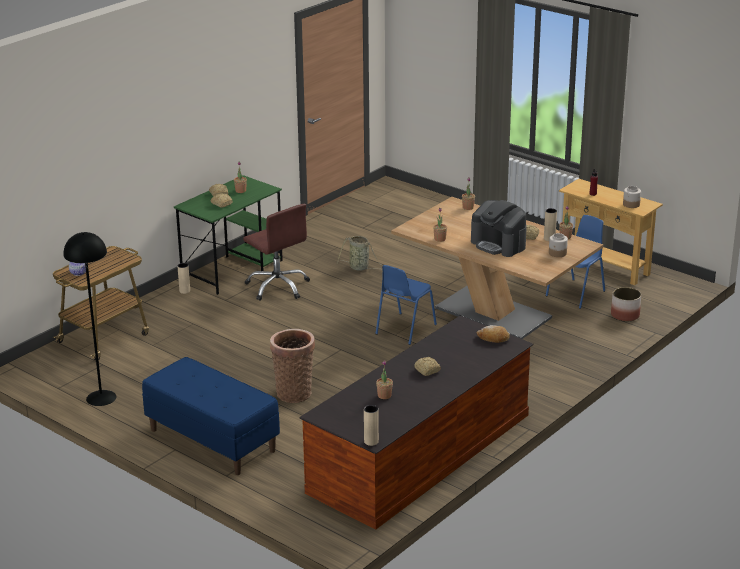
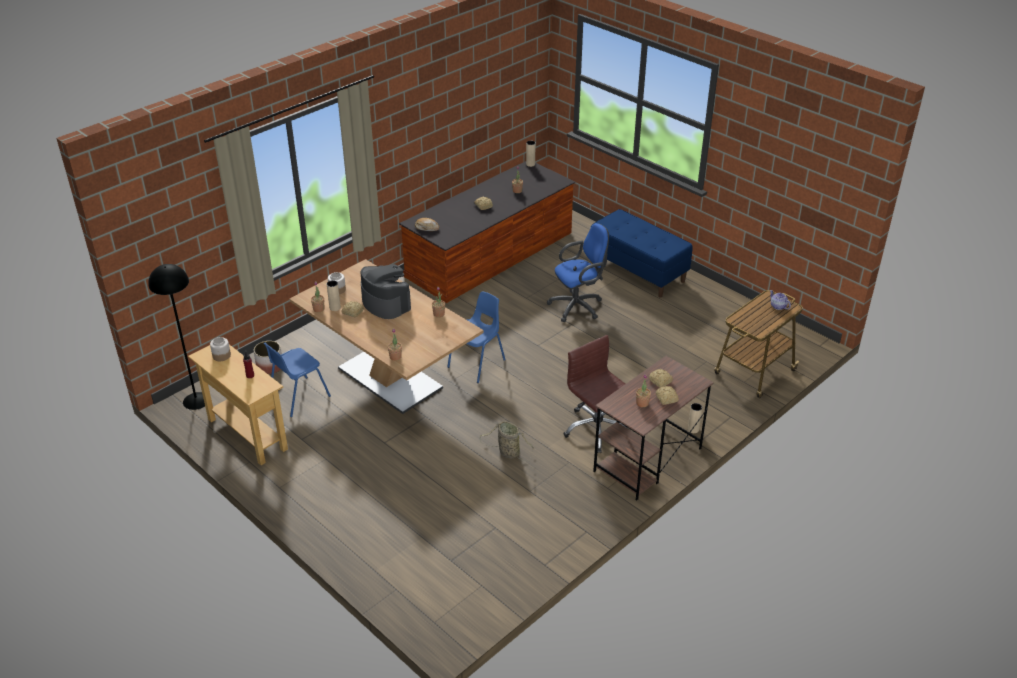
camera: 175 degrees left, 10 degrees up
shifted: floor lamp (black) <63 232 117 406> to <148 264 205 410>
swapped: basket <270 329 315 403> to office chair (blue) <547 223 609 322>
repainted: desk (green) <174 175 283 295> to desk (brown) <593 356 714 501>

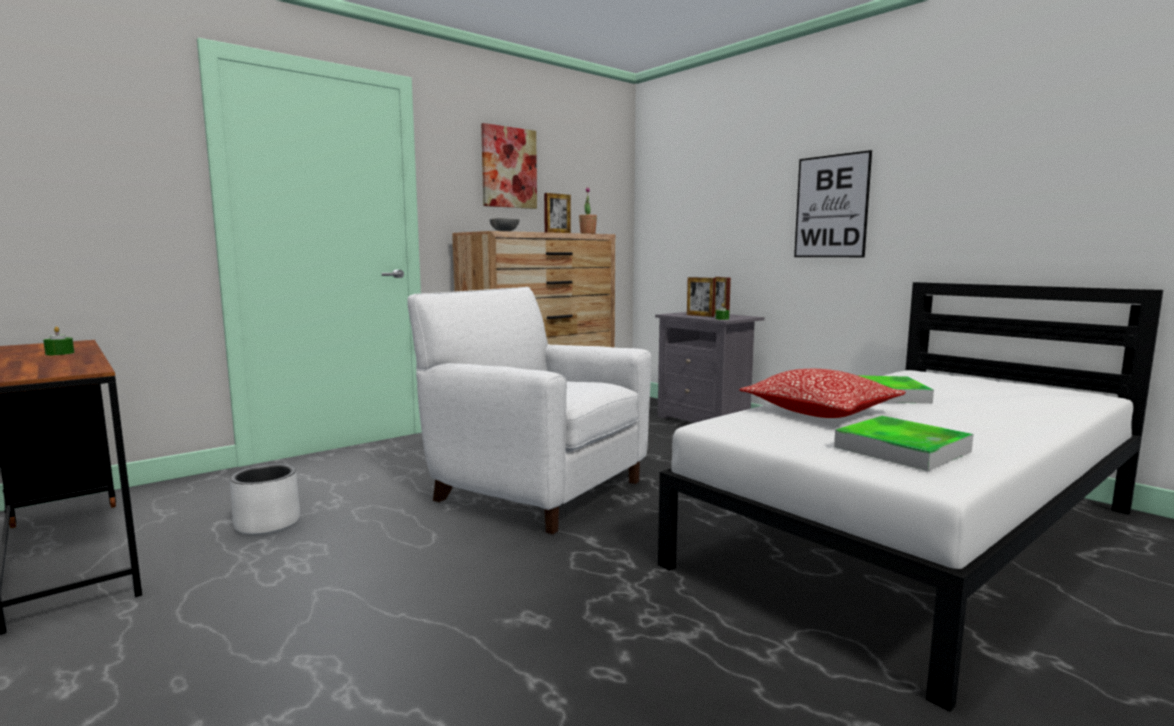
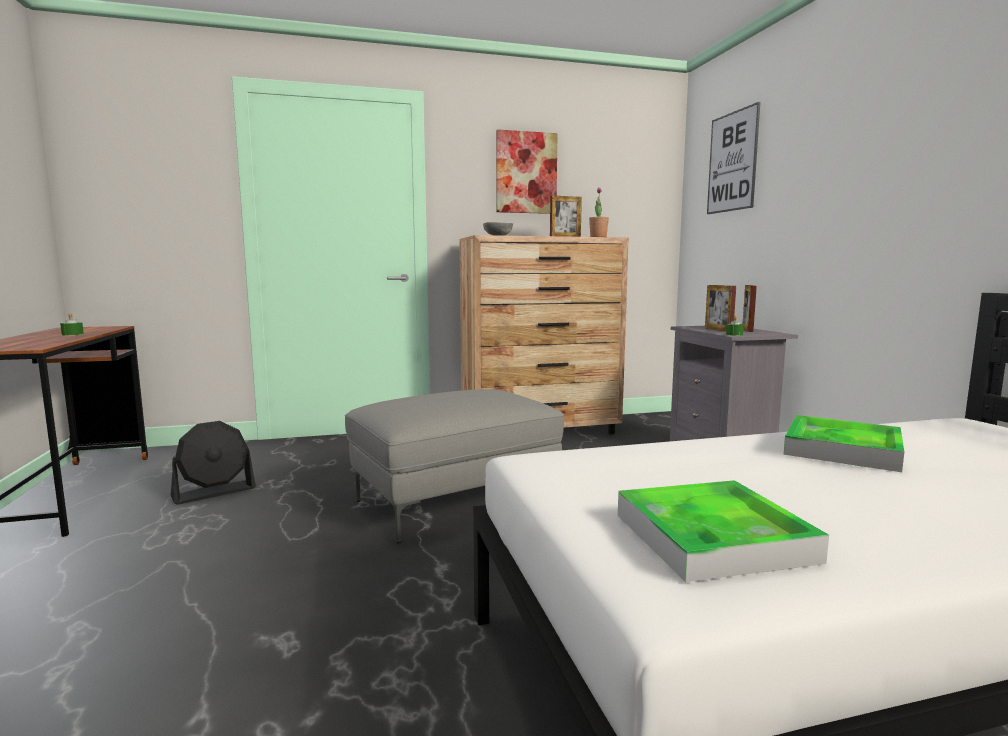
camera: 25 degrees right, 0 degrees up
gone: pillow <739 369 906 418>
shifted: picture <794 150 872 257> to <707 102 760 214>
swapped: armchair (white) <407 287 651 534> to ottoman (grey) <345 389 564 543>; planter (white) <230 464 300 535> to fan (black) <171 421 256 504>

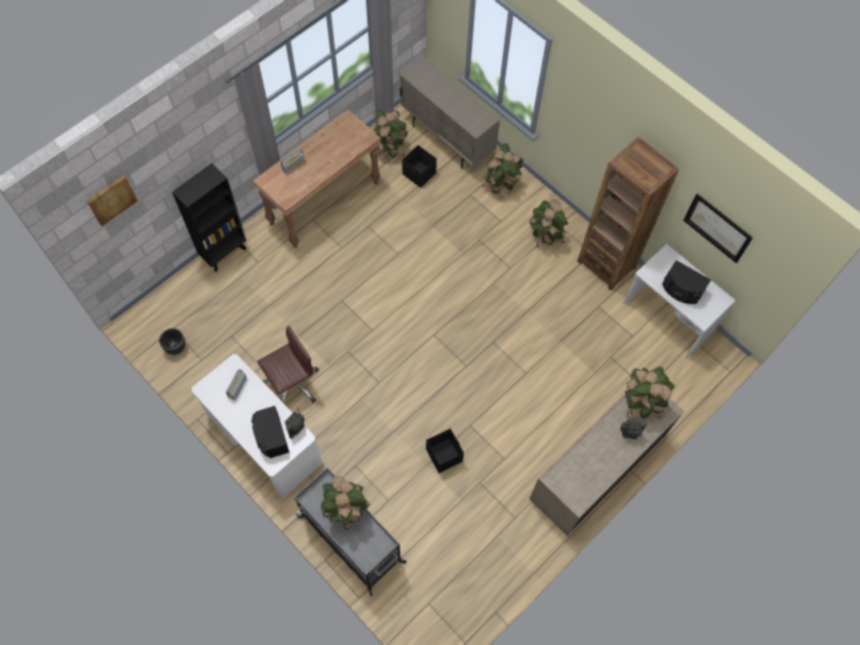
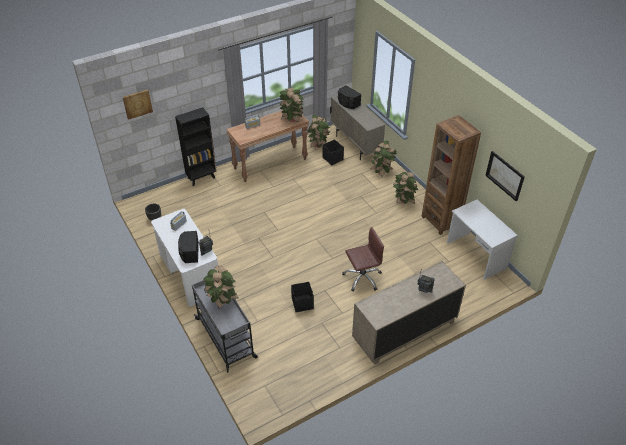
camera: 15 degrees right, 20 degrees down
shifted: speaker (black) <662 260 711 304> to <338 85 361 109>; office chair (brown) <257 325 319 403> to <342 227 384 292>; potted plant <625 367 675 419> to <279 88 303 122>

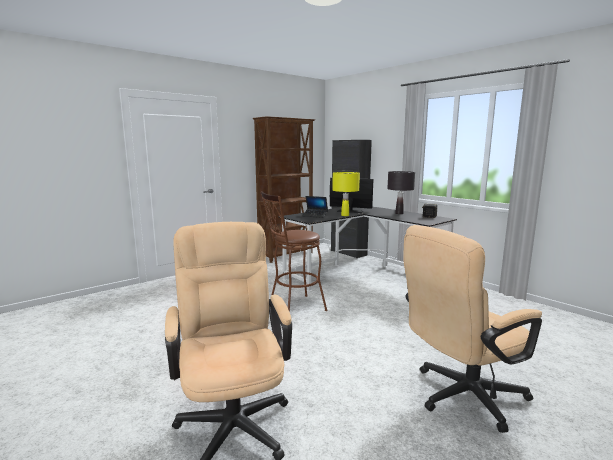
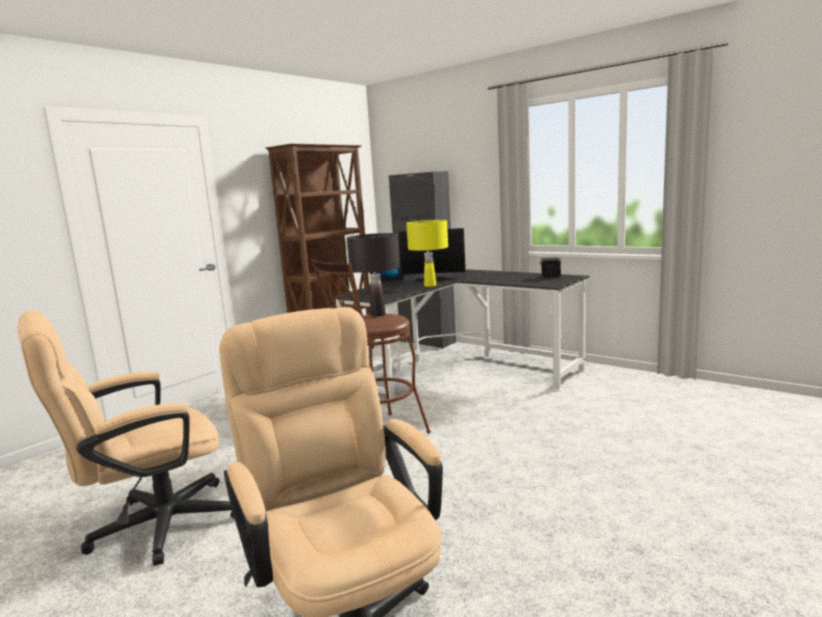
camera: 10 degrees left, 0 degrees up
shifted: table lamp (black) <387 171 415 214> to <347 233 399 317>; office chair (beige) <403 225 542 433> to <17 311 234 566>

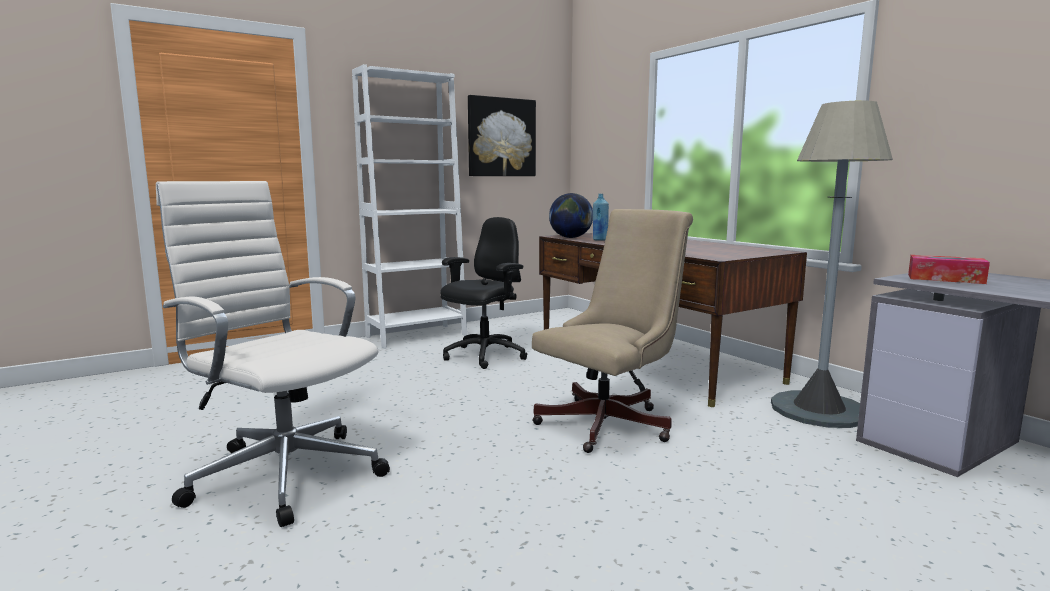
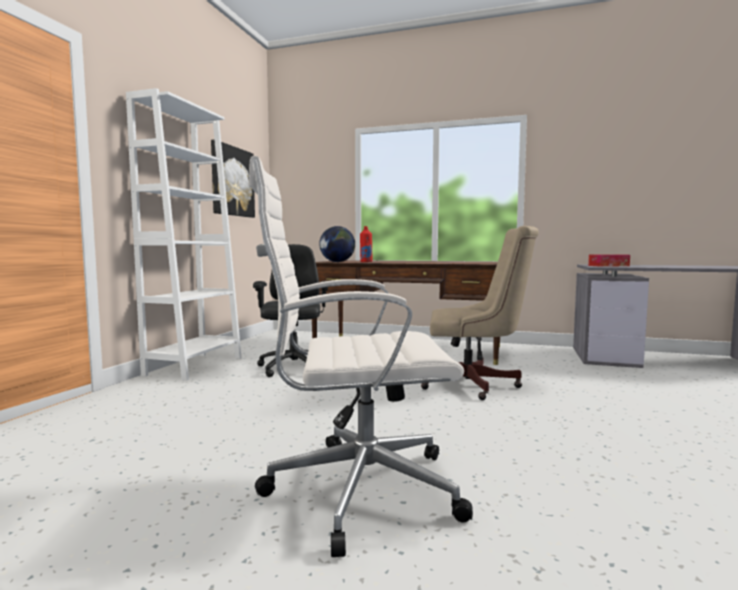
camera: 40 degrees left, 5 degrees down
gone: floor lamp (grey) <771 101 893 428>
repainted: bottle (blue) <593 194 609 241> to bottle (red) <360 226 372 262>
rotated: office chair (beige) <532 209 693 453> = <421 226 539 400> 90 degrees clockwise

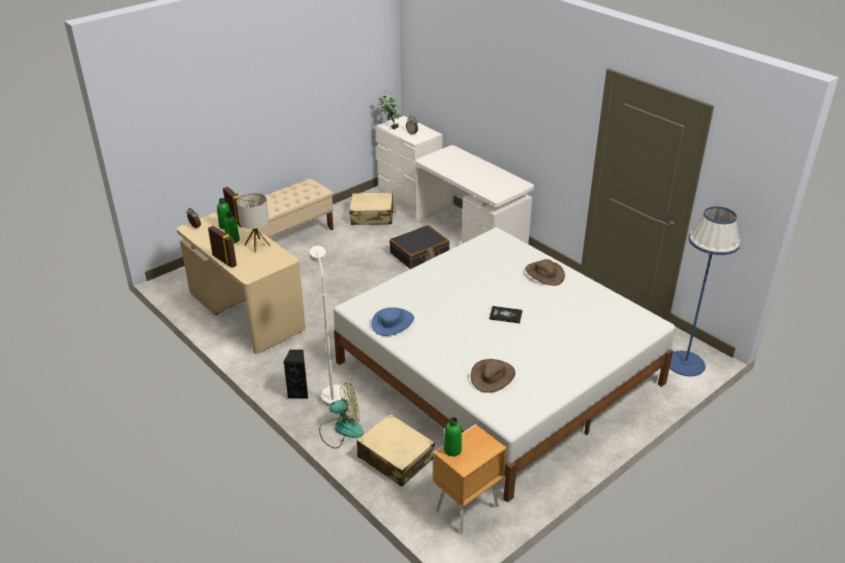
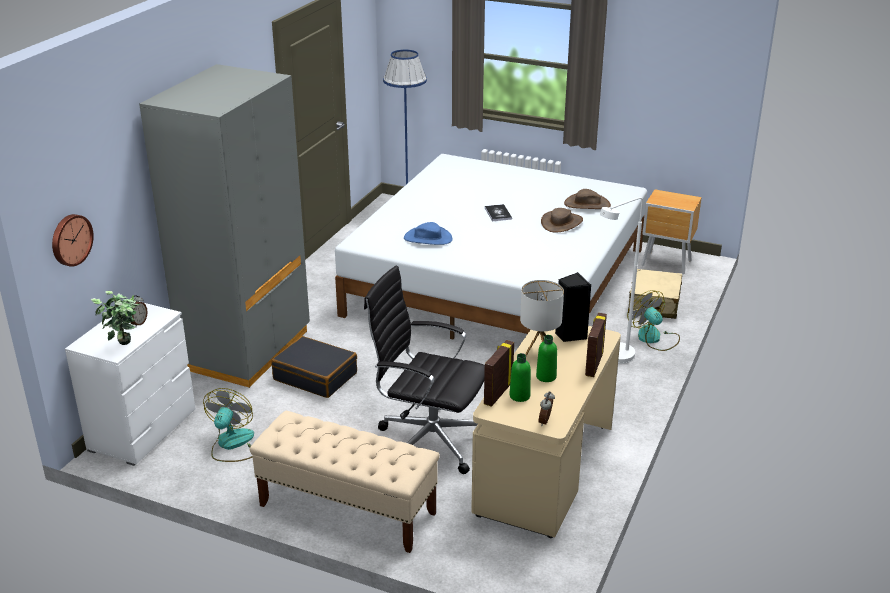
camera: 115 degrees left, 5 degrees down
gone: bottle (green) <444 417 462 456>
new: wall clock <52 214 94 267>; office chair (black) <364 266 485 474>
shifted: hat (brown) <525 259 565 286> to <541 208 583 232>; hat (blue) <371 307 414 336> to <404 222 453 245>; speaker (black) <284 350 308 399> to <555 272 591 342>
swapped: desk (white) <415 145 534 244> to wardrobe (grey) <139 64 310 388>; suitcase (beige) <349 192 396 225> to fan <203 388 254 462>

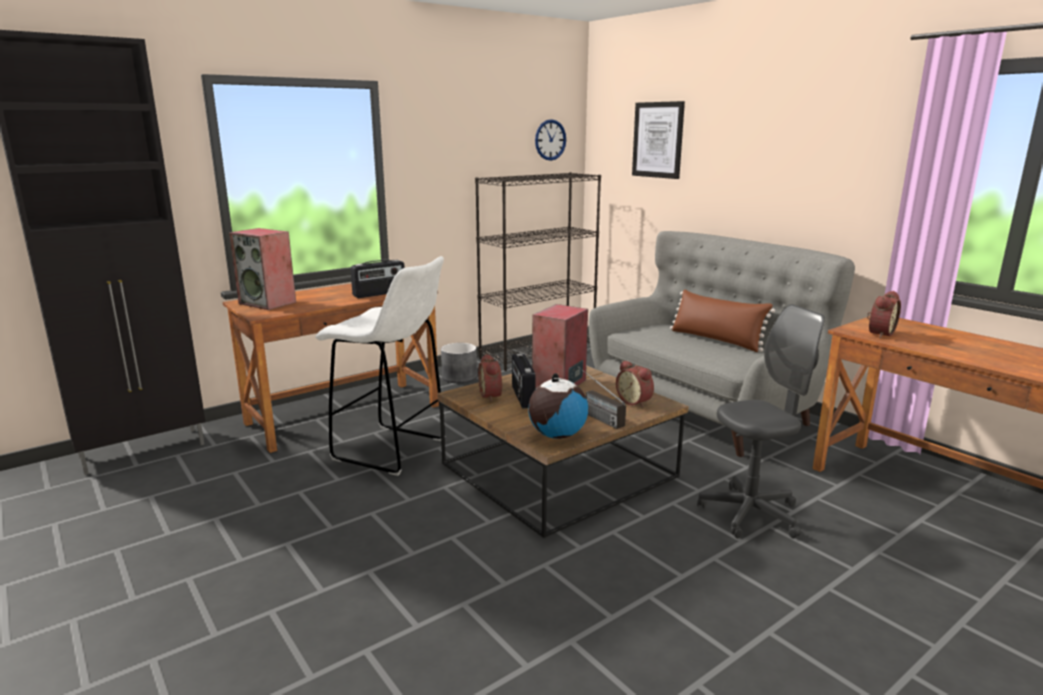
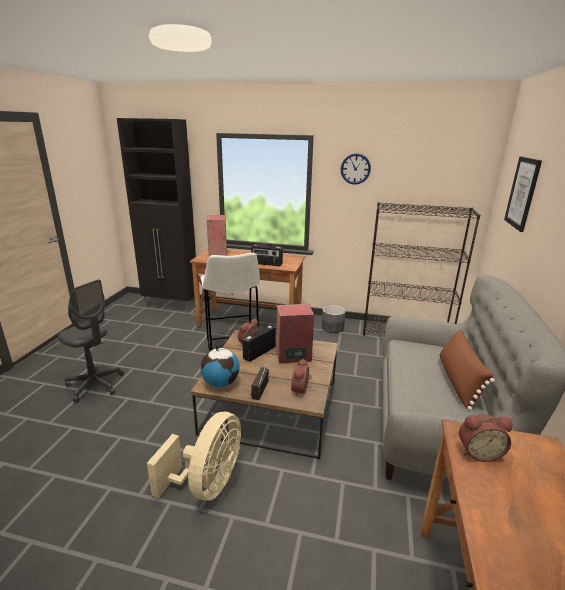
camera: 50 degrees right, 5 degrees up
new: fan (beige) <147 411 241 501>
shifted: wall clock <535 119 566 161> to <341 153 371 185>; office chair (grey) <697 304 825 538> to <58 279 124 402>

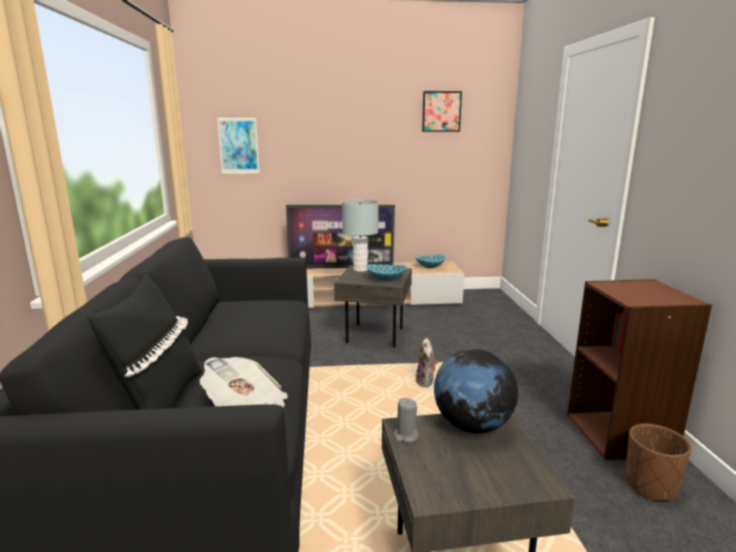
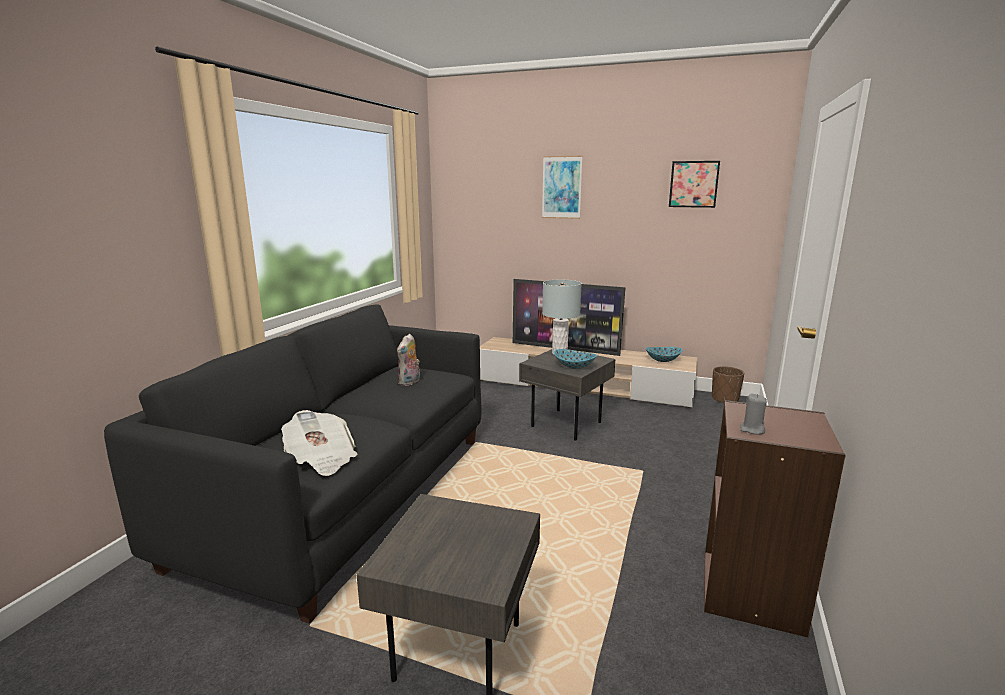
camera: 25 degrees right, 0 degrees up
gone: pillow (black) <88 274 201 410>; globe <434 349 518 433>
shifted: picture <217 116 260 175> to <542 156 583 219>; plush toy <416 338 438 387> to <397 333 420 386>; candle (grey) <394 398 419 442> to <740 393 767 435>; planter (brown) <625 424 692 501> to <712 366 744 403>

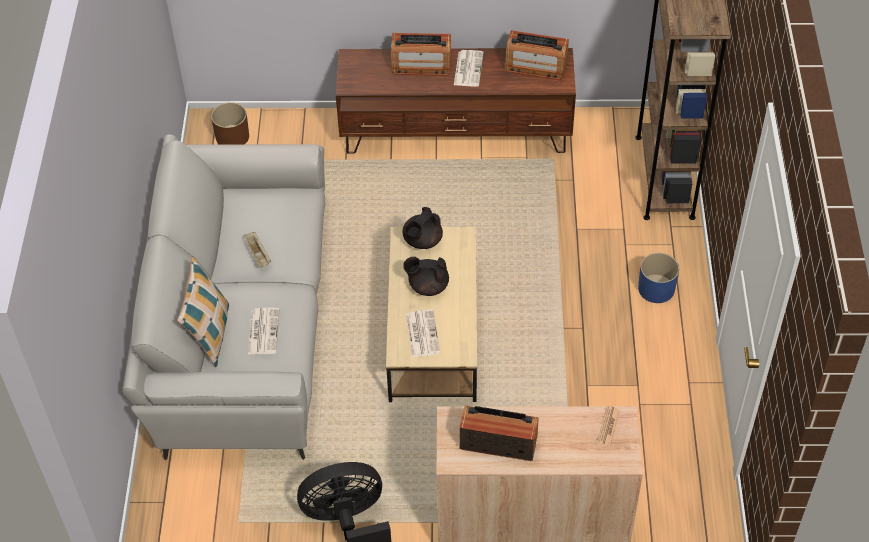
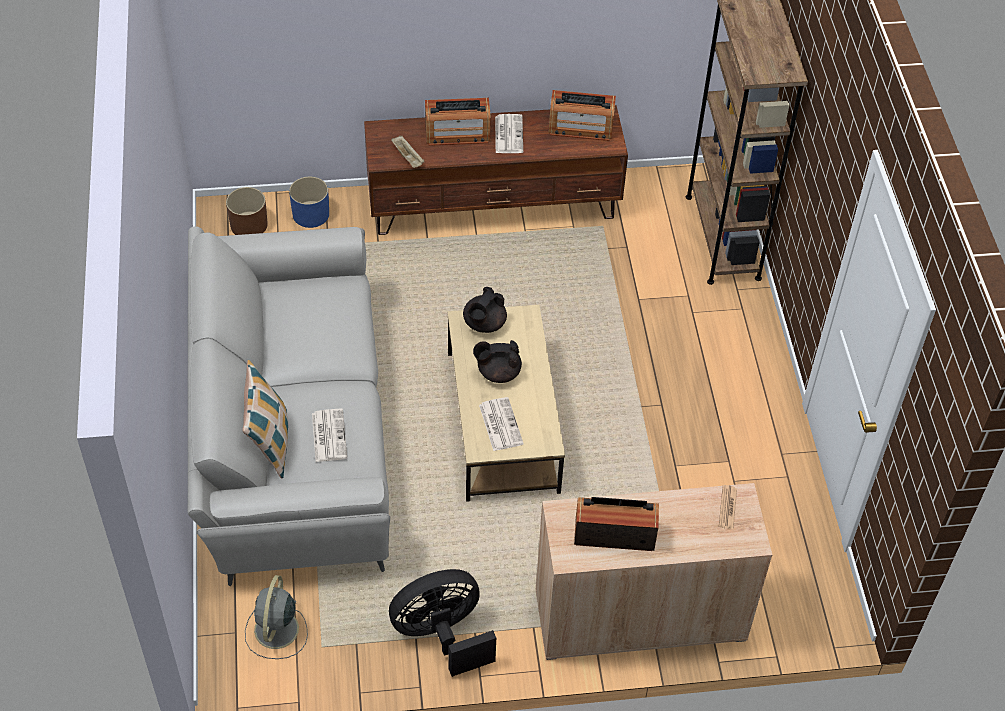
camera: 10 degrees left, 0 degrees up
new: fan (grey) <245 575 308 659>
shifted: tray (beige) <244 232 271 268> to <391 136 424 168>; planter (blue) <638 253 679 303> to <289 177 329 228>

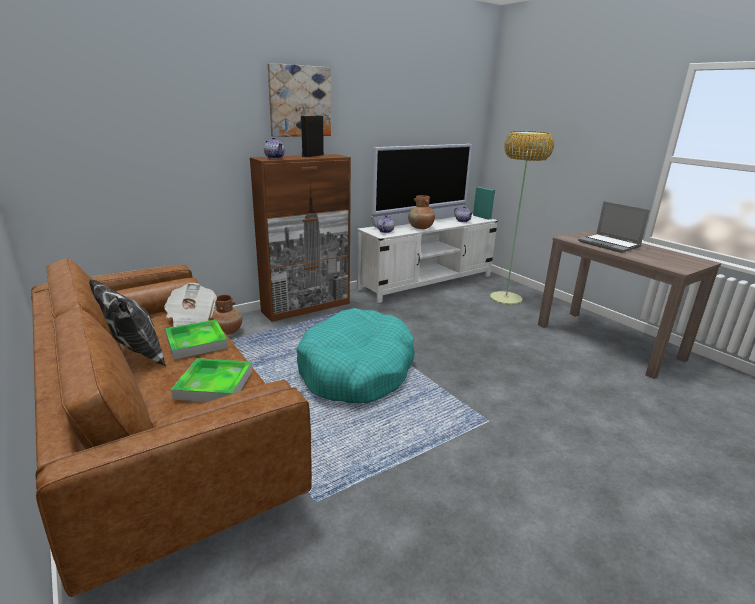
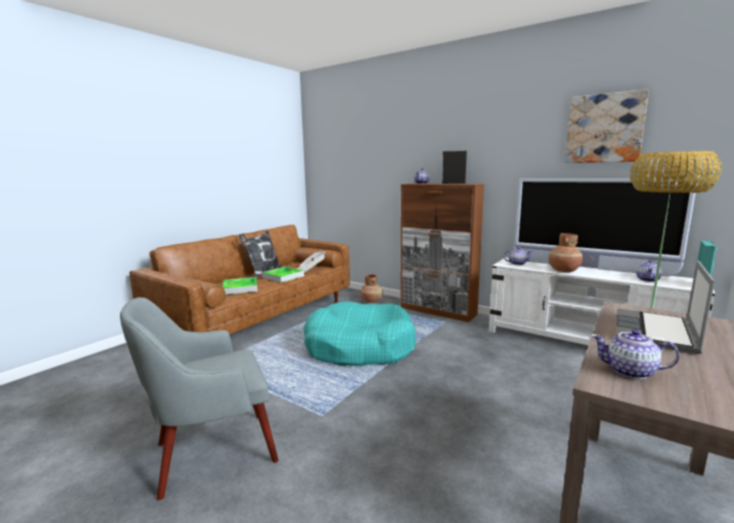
camera: 70 degrees right, 10 degrees down
new: armchair (grey) <120 297 278 500>; teapot <591 329 680 379>
shifted: picture <267 63 331 137> to <565 89 649 163>

